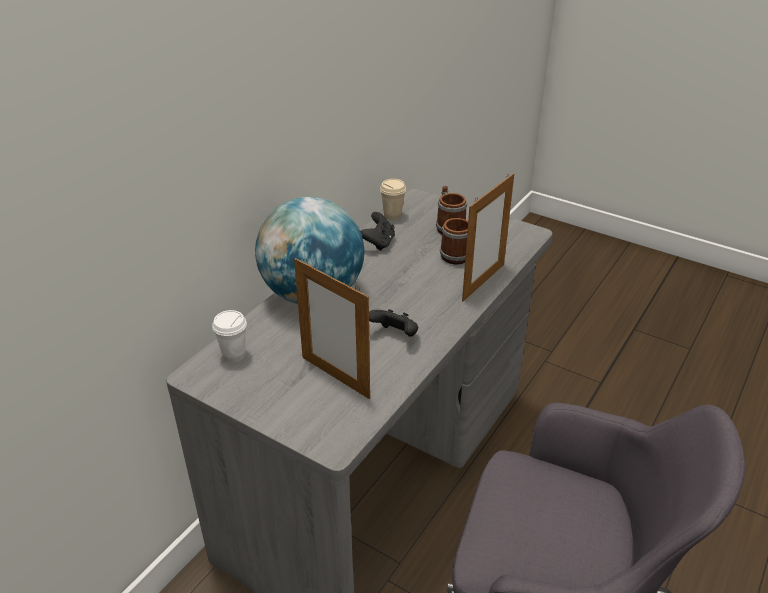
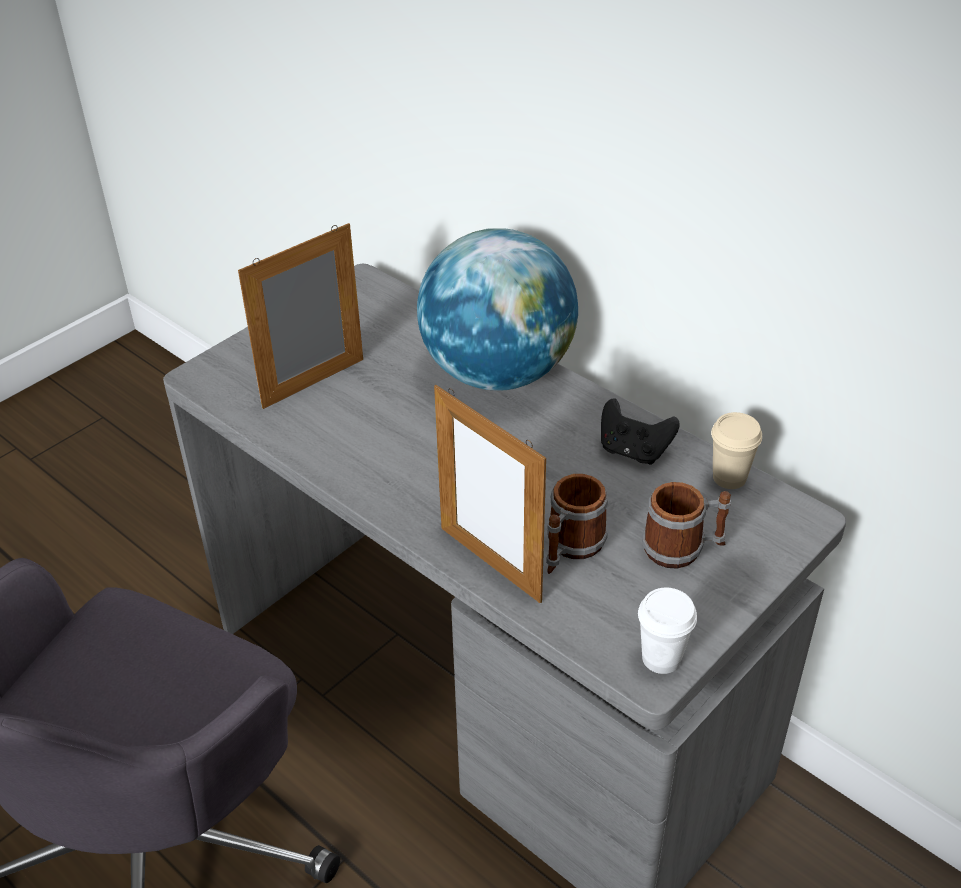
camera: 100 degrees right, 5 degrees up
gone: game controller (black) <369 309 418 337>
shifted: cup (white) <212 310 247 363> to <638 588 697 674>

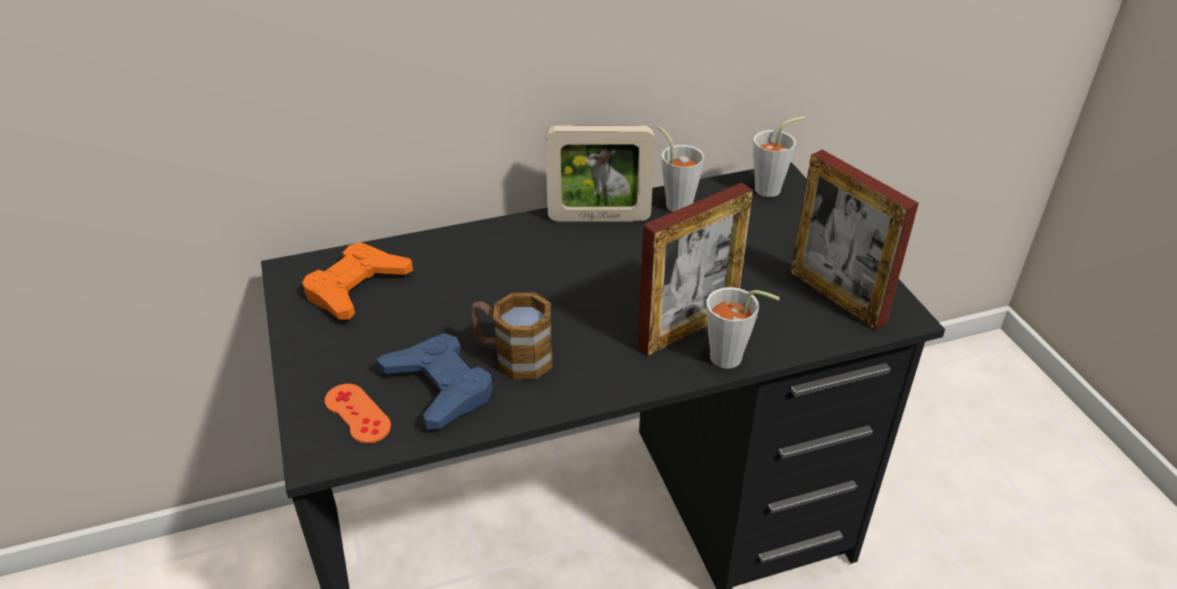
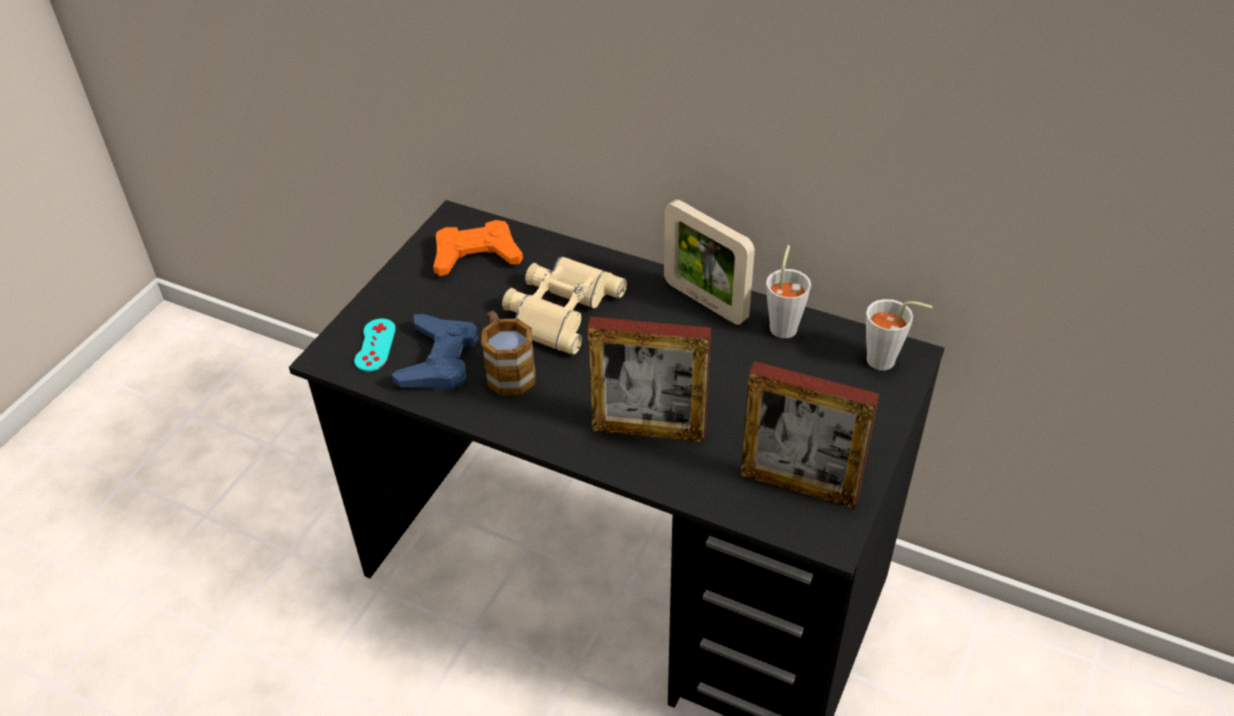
camera: 45 degrees right, 5 degrees up
gone: cup (grey) <706 287 780 369>
new: binoculars (beige) <502 257 627 355>
repainted: game controller (orange) <325 384 391 444> to game controller (turquoise) <354 318 396 372>
rotated: picture frame <791 150 919 331> = <740 361 879 509> 75 degrees counterclockwise

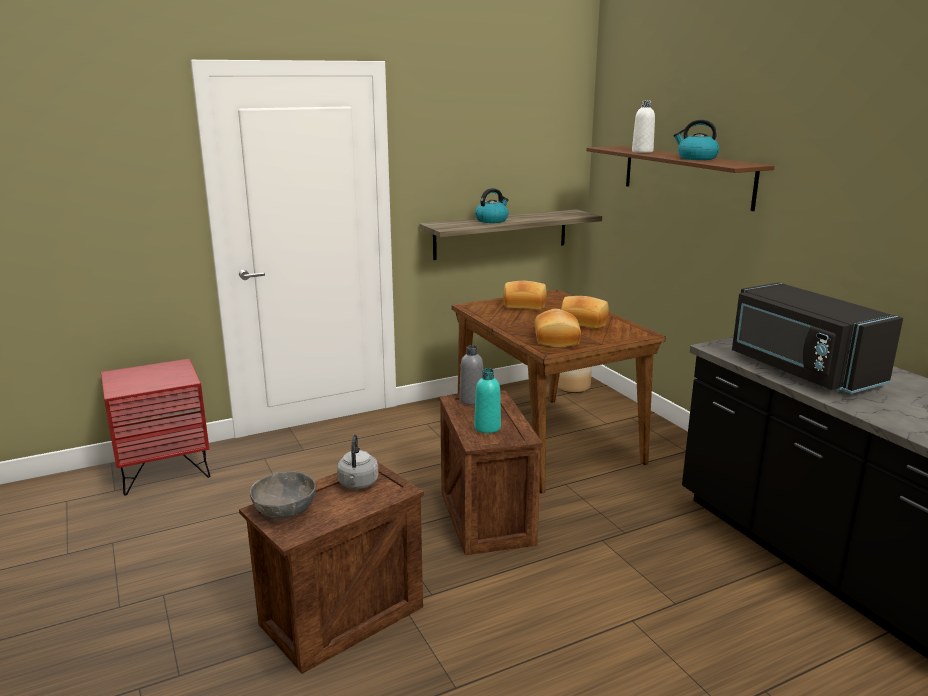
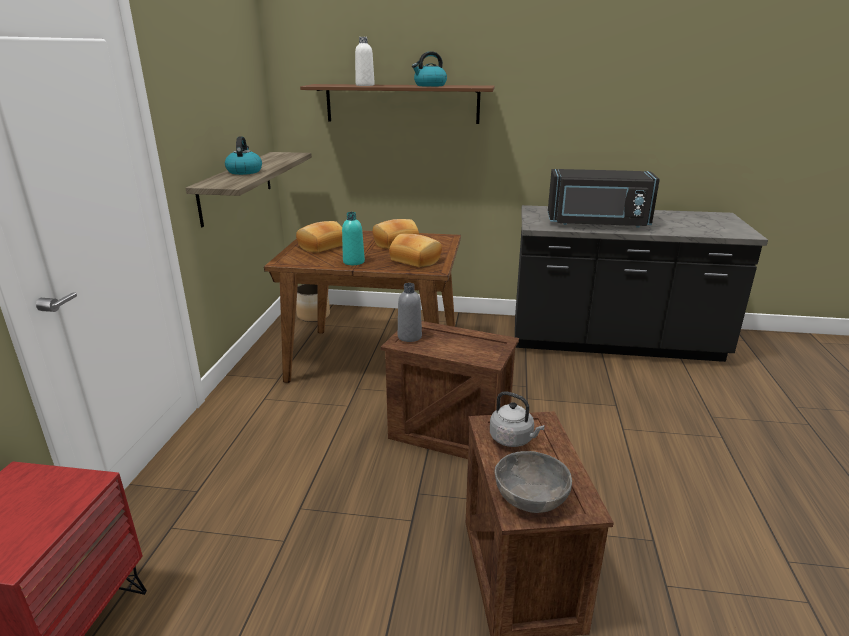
camera: 55 degrees left, 5 degrees up
shifted: bottle (turquoise) <474 368 501 433> to <342 212 365 265>

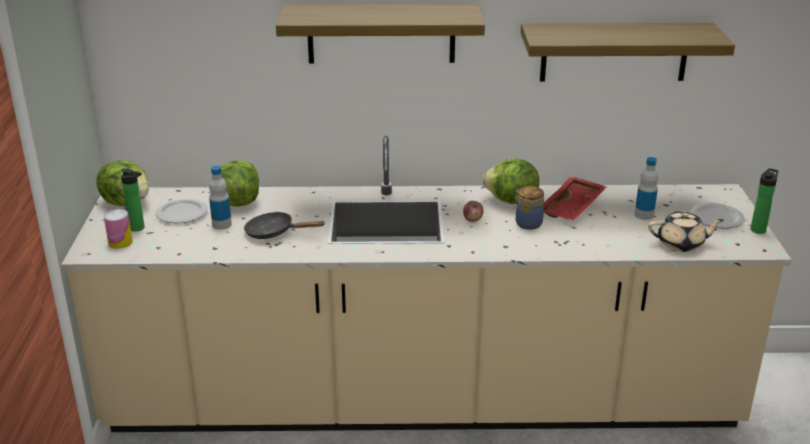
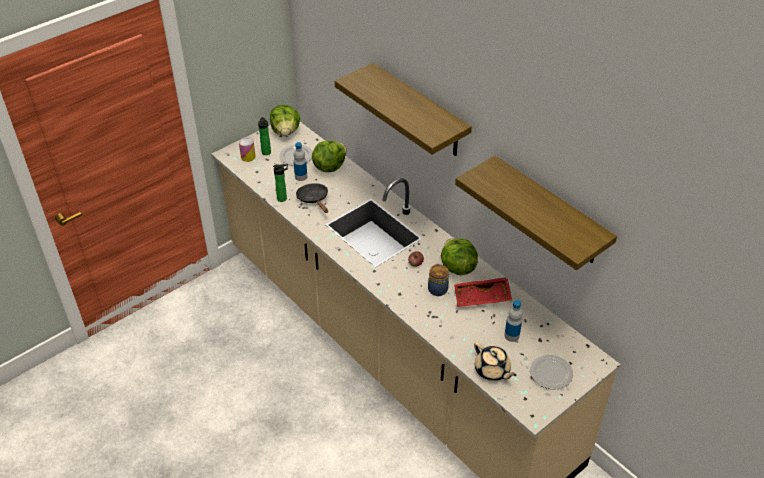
camera: 50 degrees right, 15 degrees up
shifted: bottle <751 168 778 234> to <273 164 288 202>

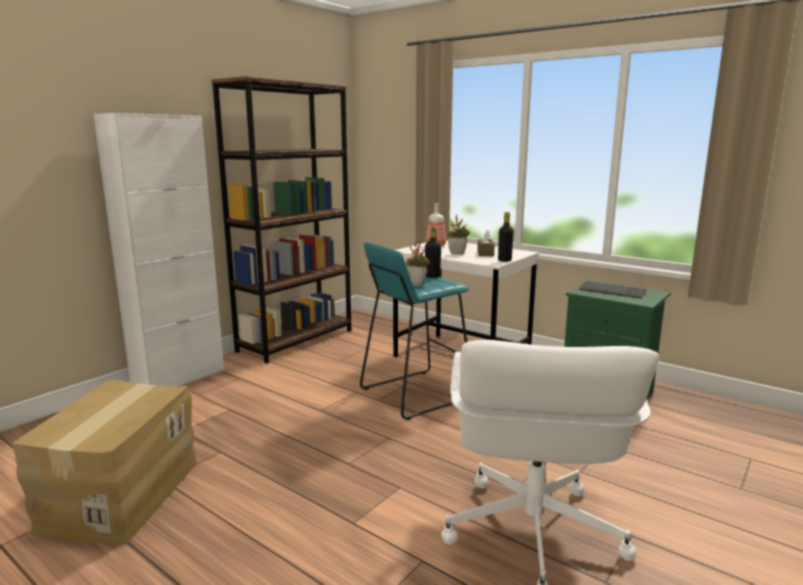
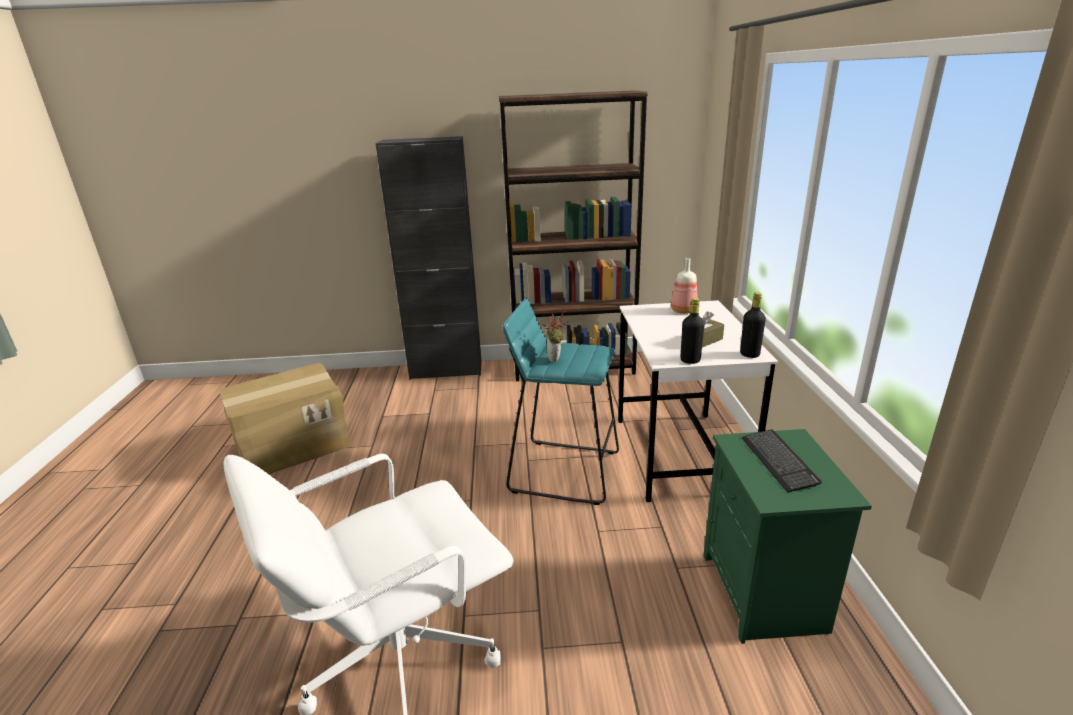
camera: 50 degrees right, 10 degrees up
gone: potted plant <448 215 470 255>
shifted: bottle (black) <425 227 441 278> to <740 292 766 358>
repainted: cabinet (white) <93 113 224 387> to cabinet (black) <376 136 482 380>

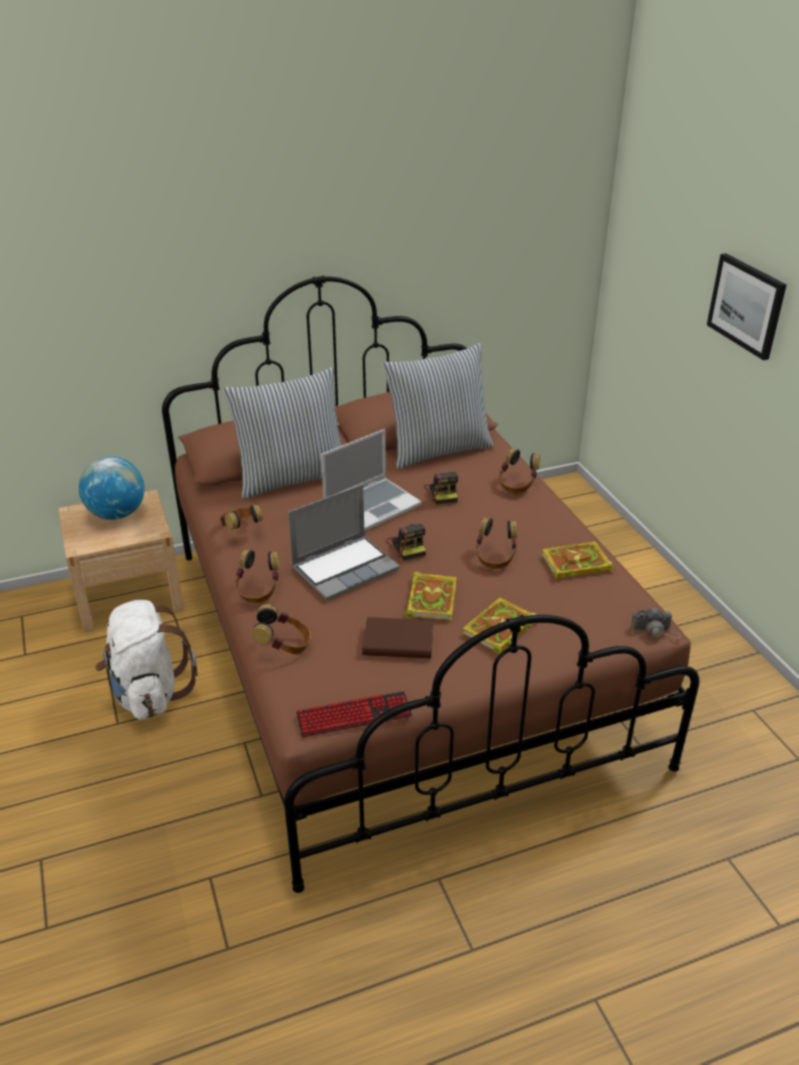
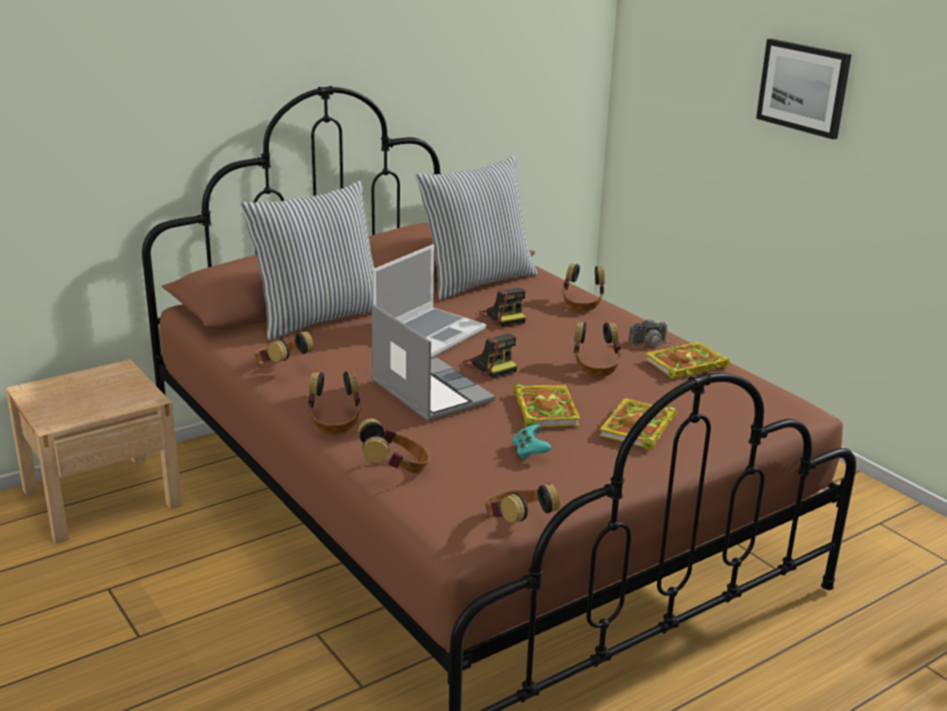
camera: 15 degrees left, 10 degrees down
gone: globe <79 456 145 520>; backpack (white) <95 600 198 720>
shifted: photo camera <631 608 681 639> to <629 319 679 348>
swapped: book (brown) <362 617 434 659> to game controller (turquoise) <512 425 551 460>; keyboard <296 691 412 737> to headphones <485 483 560 524>
rotated: laptop <288 484 400 600> = <372 304 495 421> 75 degrees counterclockwise

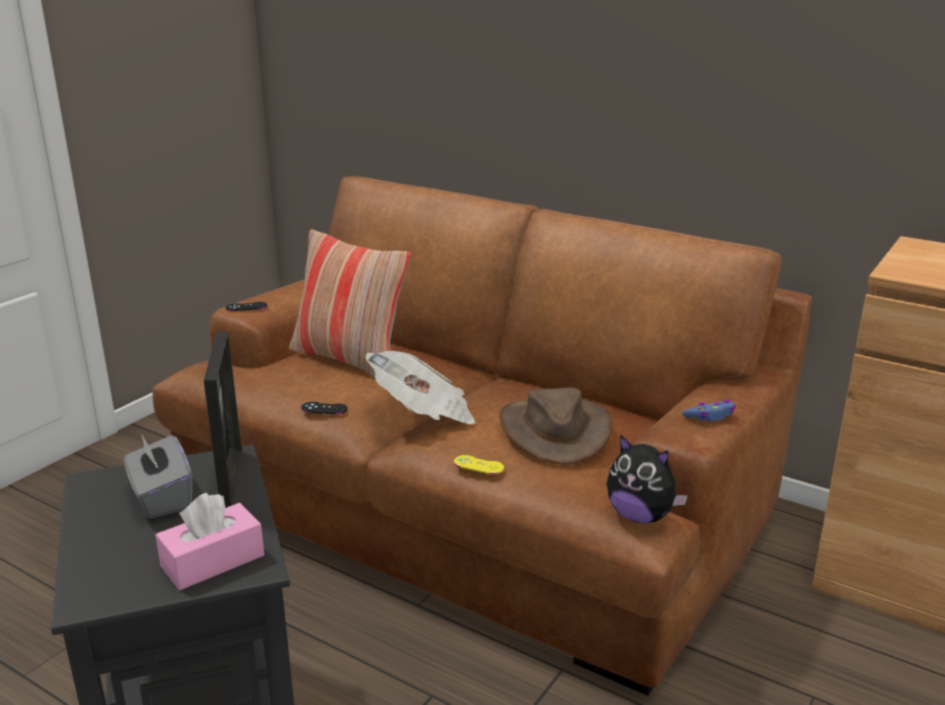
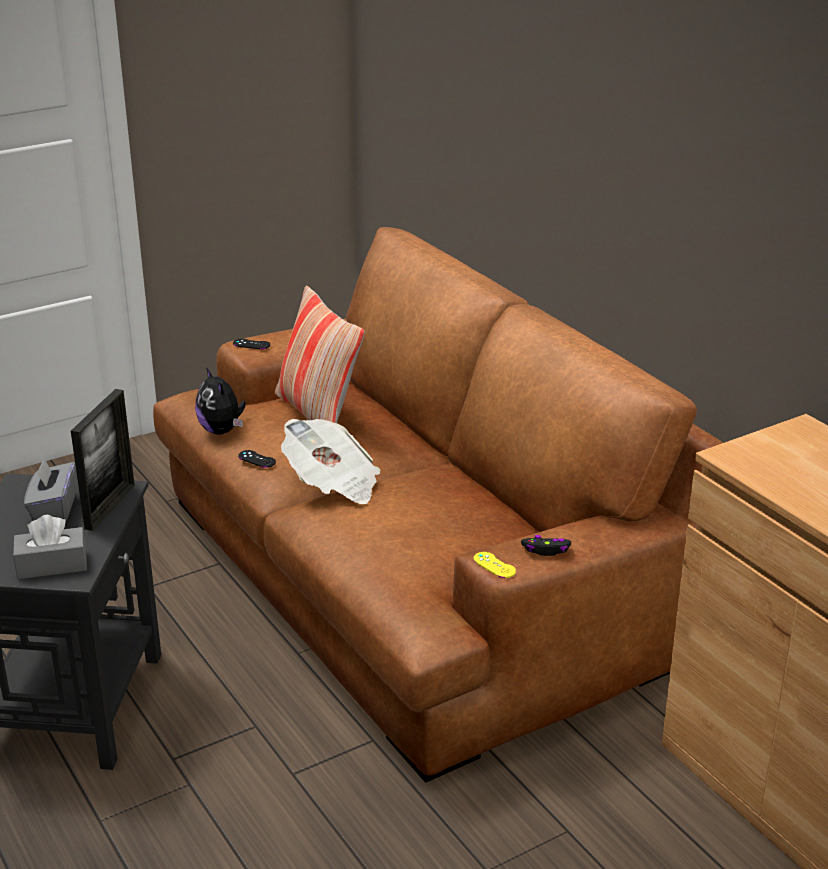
camera: 25 degrees right, 5 degrees up
gone: hat (brown) <499 387 612 465>
shifted: plush toy <607 435 688 523> to <195 367 246 435>; game controller (yellow) <454 455 504 474> to <473 552 516 578>
repainted: game controller (blue) <682 400 736 422> to game controller (black) <521 535 571 556>; tissue box (pink) <155 493 264 590> to tissue box (grey) <13 515 87 579>

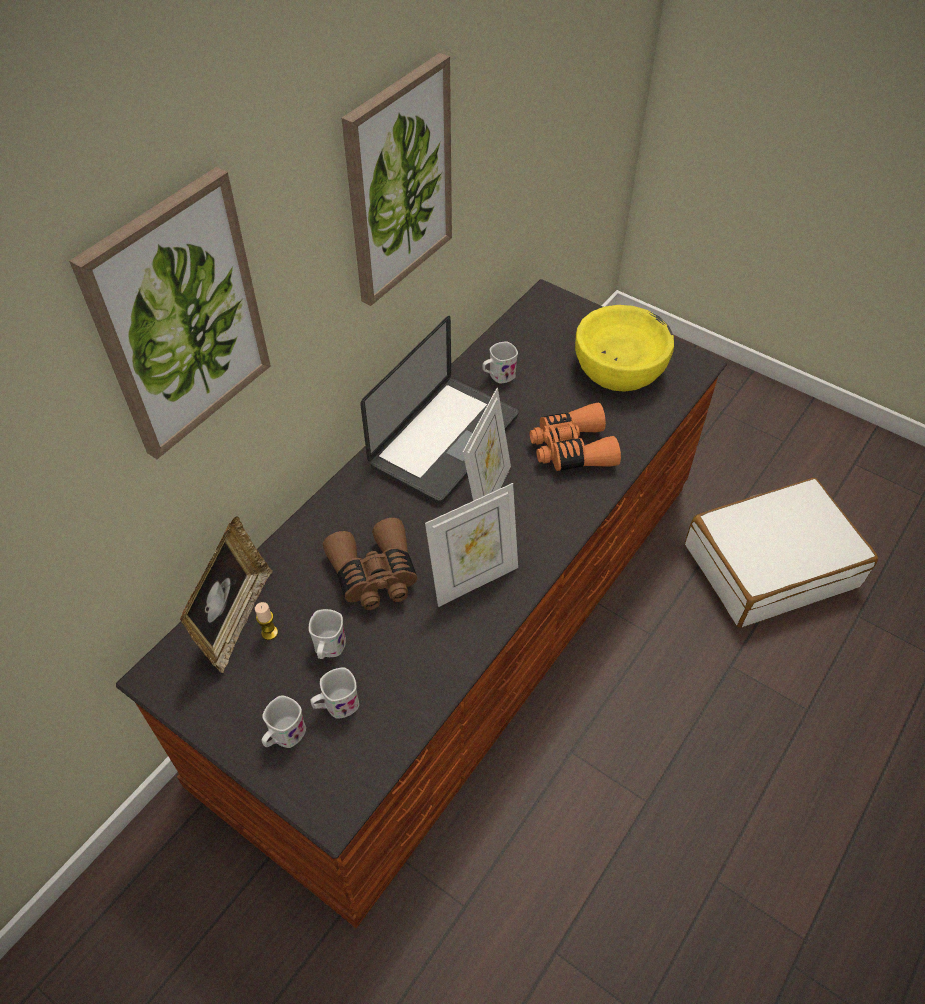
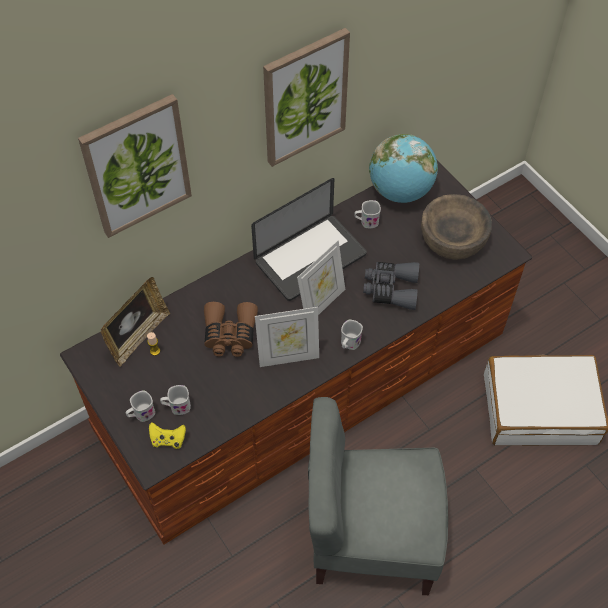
camera: 20 degrees right, 5 degrees up
new: globe <369 134 438 203>; chair (grey) <308 397 448 595>; game controller (yellow) <149 422 186 449>
shifted: mug (white) <309 609 346 659> to <341 320 363 350>
repainted: bowl (yellow) <575 305 674 392> to bowl (brown) <421 194 492 260>; binoculars (orange) <530 403 621 471> to binoculars (grey) <363 262 419 310>

